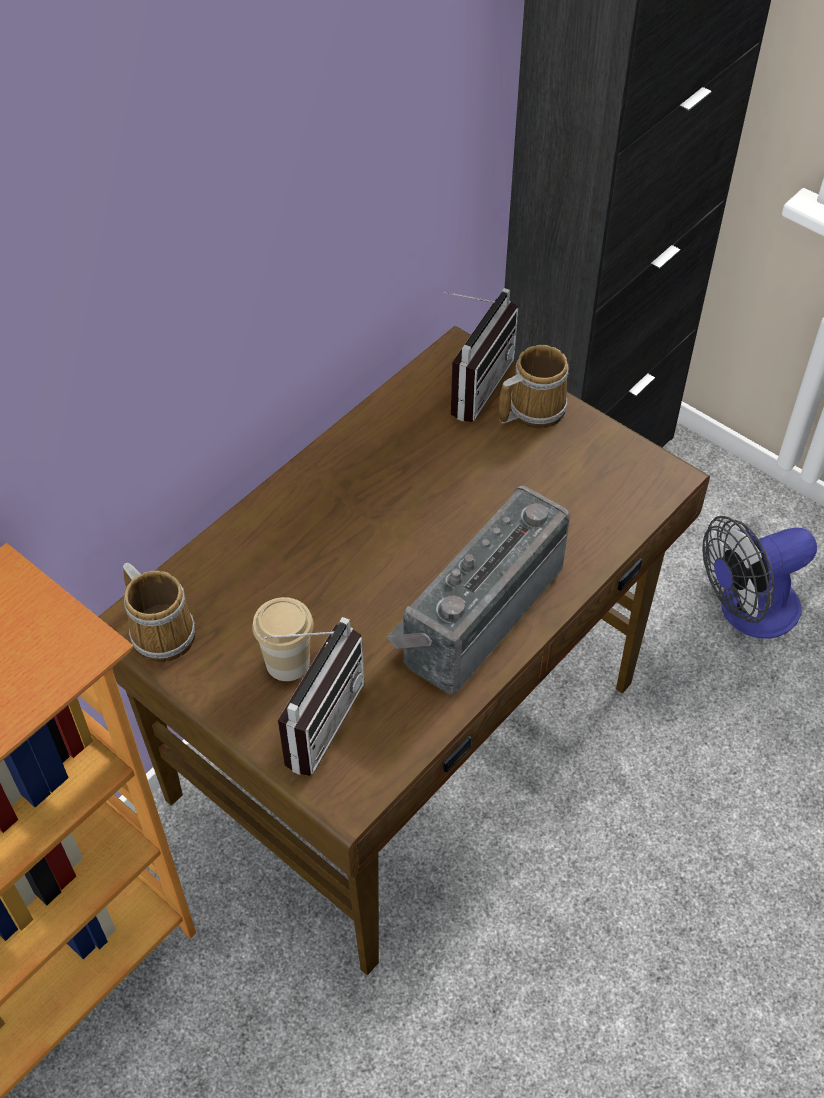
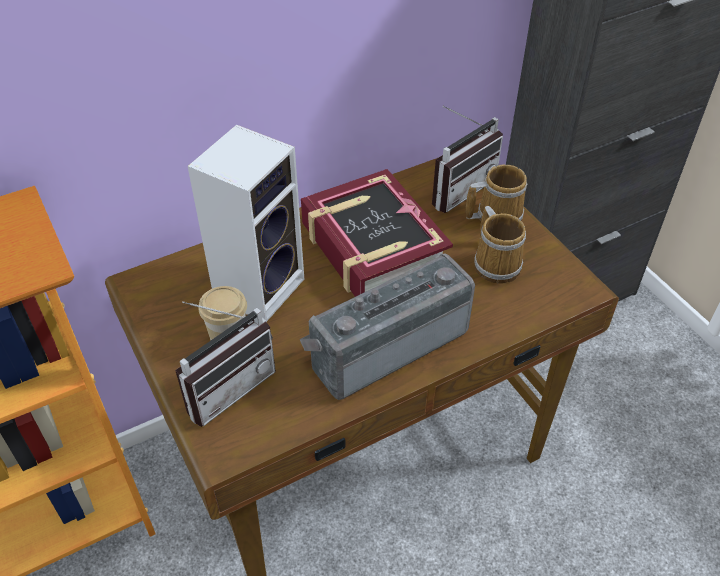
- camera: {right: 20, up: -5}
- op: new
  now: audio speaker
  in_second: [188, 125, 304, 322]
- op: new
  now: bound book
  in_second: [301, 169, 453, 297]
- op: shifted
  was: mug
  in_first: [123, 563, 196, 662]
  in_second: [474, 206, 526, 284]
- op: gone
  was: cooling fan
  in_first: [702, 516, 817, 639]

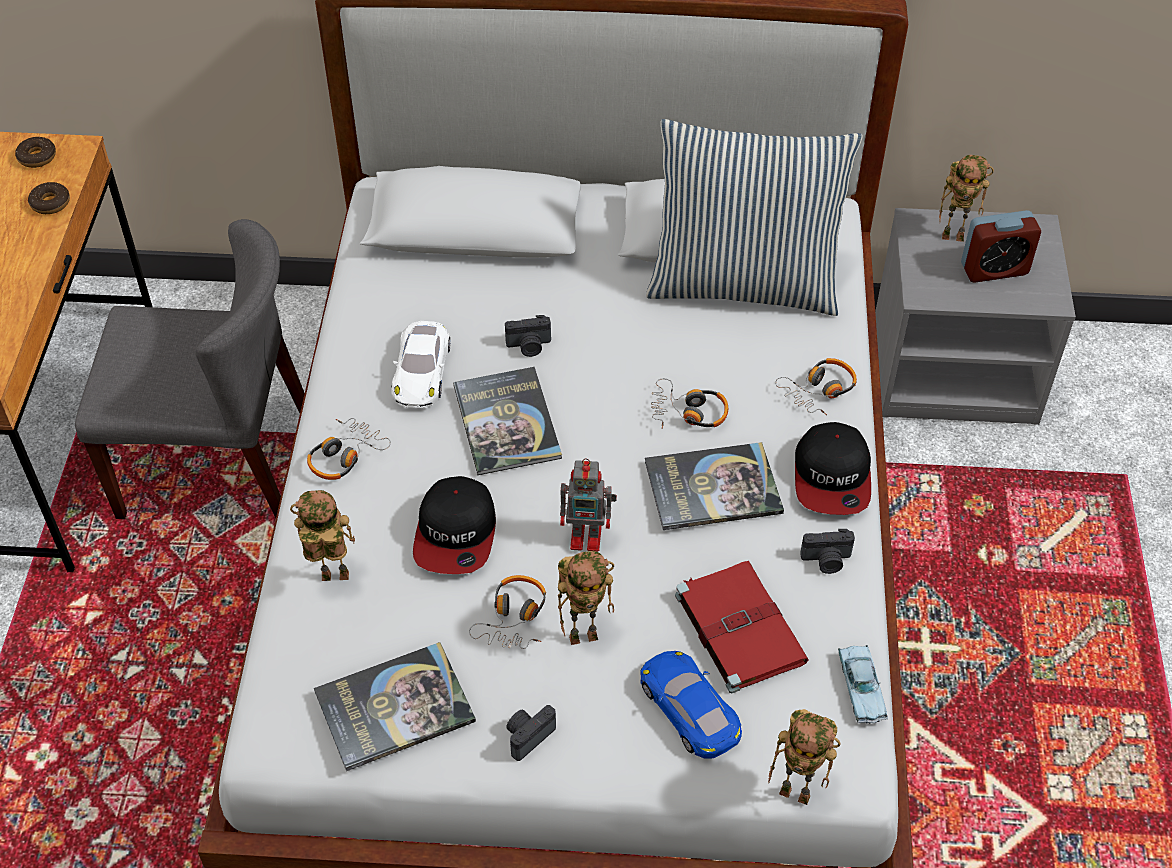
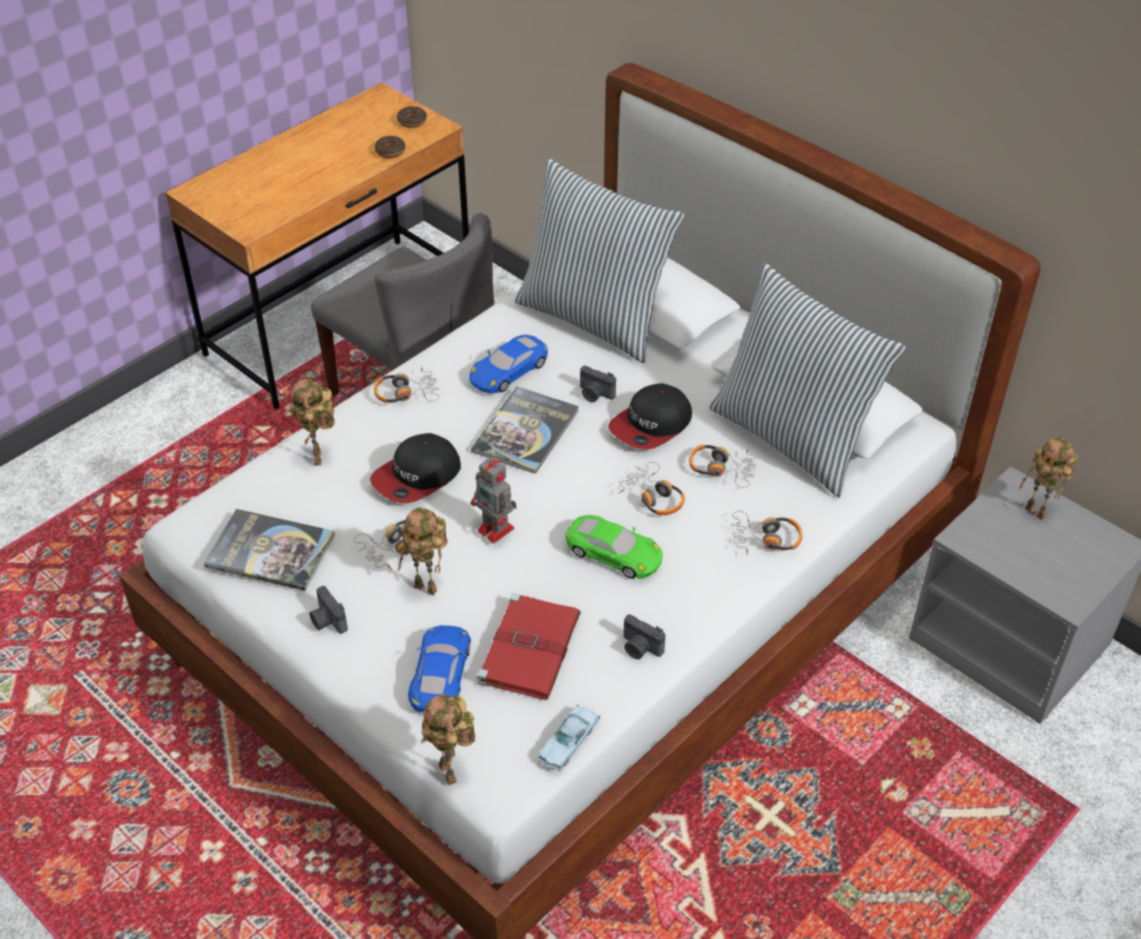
- camera: {right: 40, up: -5}
- op: rotated
  was: model robot
  in_first: [290, 490, 355, 581]
  in_second: [290, 379, 335, 466]
  clockwise: -135
- op: rotated
  was: photo camera
  in_first: [506, 705, 556, 761]
  in_second: [309, 586, 348, 634]
  clockwise: -120
- op: repainted
  was: toy car (white-coloured)
  now: toy car (blue-coloured)
  in_first: [391, 321, 450, 408]
  in_second: [469, 335, 548, 394]
- op: new
  now: throw pillow
  in_second: [515, 158, 684, 363]
- op: swapped
  was: bound book
  now: toy car (greenish)
  in_first: [645, 442, 784, 530]
  in_second: [565, 515, 663, 579]
- op: shifted
  was: peaked cap
  in_first: [795, 422, 871, 515]
  in_second: [608, 383, 692, 450]
- op: new
  now: headphones
  in_second: [689, 444, 756, 488]
- op: gone
  was: bedside clock
  in_first: [961, 210, 1041, 283]

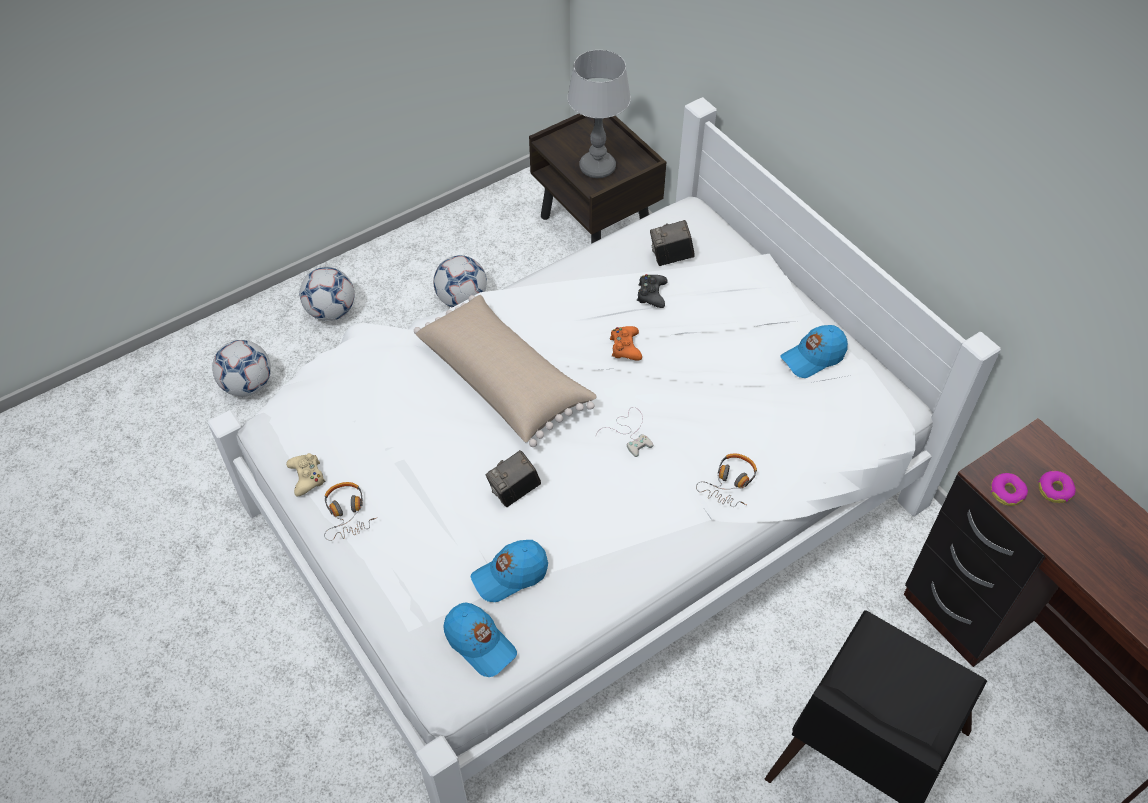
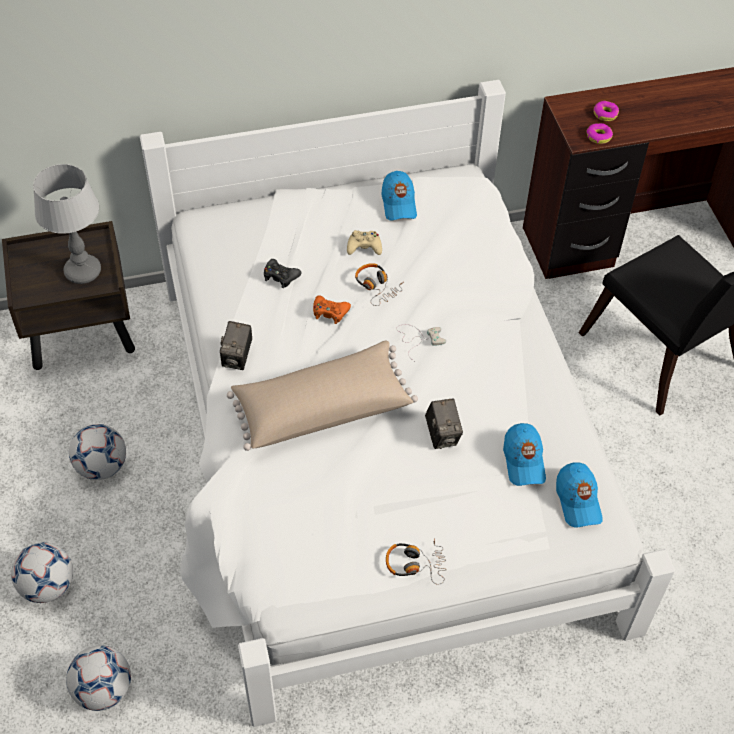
- camera: {right: -70, up: 0}
- op: shifted
  was: photo camera
  in_first: [650, 220, 695, 266]
  in_second: [220, 321, 252, 370]
- op: shifted
  was: gamepad (sand-coloured)
  in_first: [286, 453, 326, 496]
  in_second: [347, 230, 382, 255]
- op: shifted
  was: headphones
  in_first: [696, 453, 757, 507]
  in_second: [355, 263, 404, 306]
- op: rotated
  was: peaked cap (blue-coloured)
  in_first: [444, 602, 517, 677]
  in_second: [556, 463, 603, 528]
  clockwise: 105

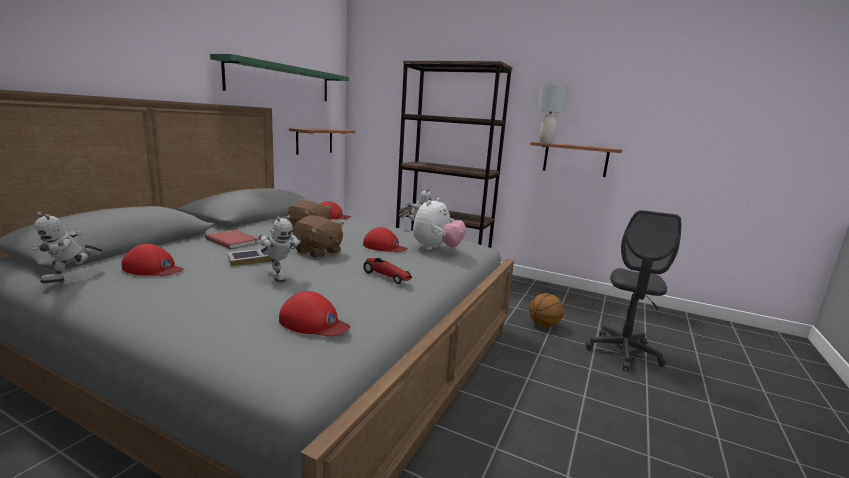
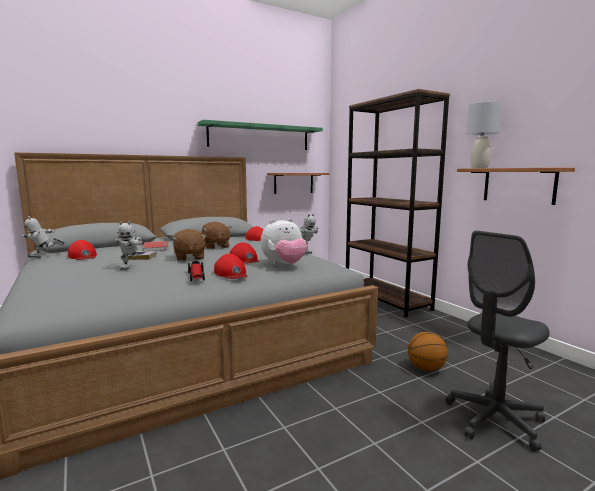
- camera: {right: 35, up: -5}
- op: shifted
  was: peaked cap (reddish)
  in_first: [279, 291, 350, 336]
  in_second: [214, 254, 247, 279]

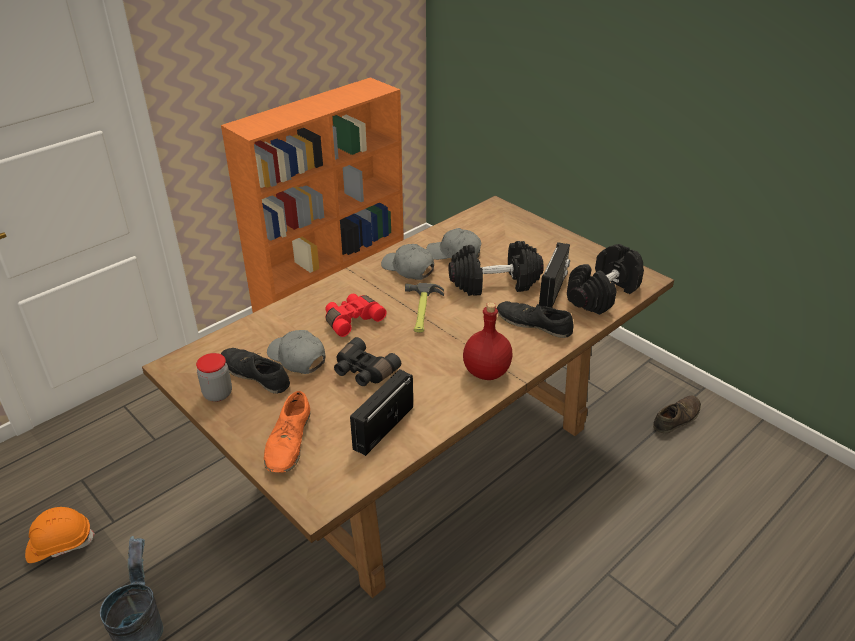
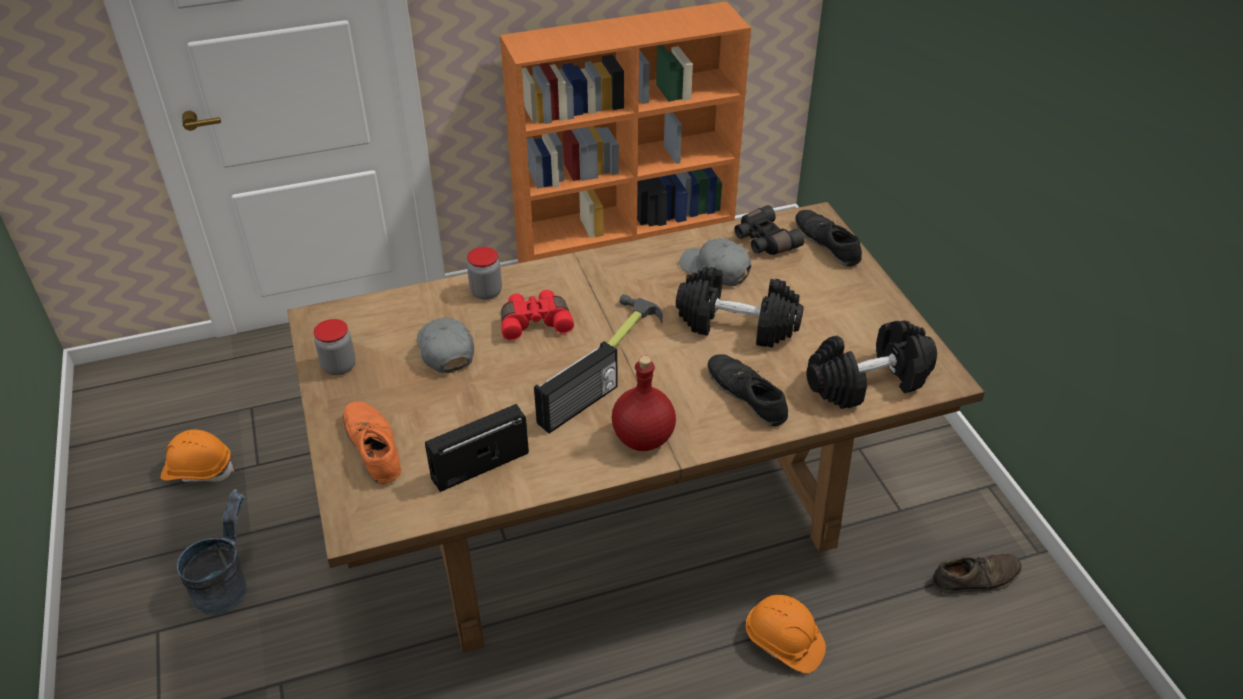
- camera: {right: 25, up: 5}
- op: rotated
  was: low shoe (orange)
  in_first: [264, 391, 310, 472]
  in_second: [343, 402, 401, 484]
  clockwise: 120
- op: new
  now: preserve jar
  in_second: [467, 247, 502, 300]
- op: shifted
  was: radio
  in_first: [539, 242, 570, 308]
  in_second: [534, 341, 618, 434]
- op: shifted
  was: binoculars (black-coloured)
  in_first: [334, 337, 401, 386]
  in_second: [735, 205, 804, 255]
- op: new
  now: hard hat (orange)
  in_second: [746, 595, 826, 673]
- op: shifted
  was: low shoe (black-coloured)
  in_first: [221, 348, 290, 394]
  in_second: [795, 210, 862, 266]
- op: gone
  was: peaked cap (grey)
  in_first: [381, 244, 434, 280]

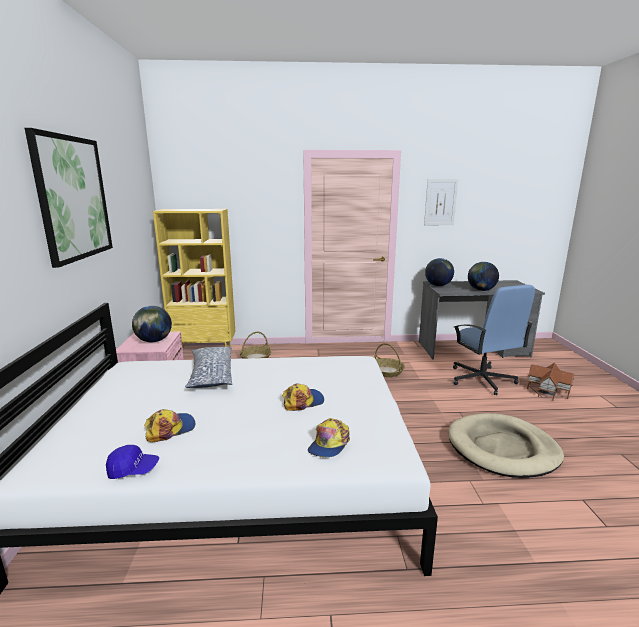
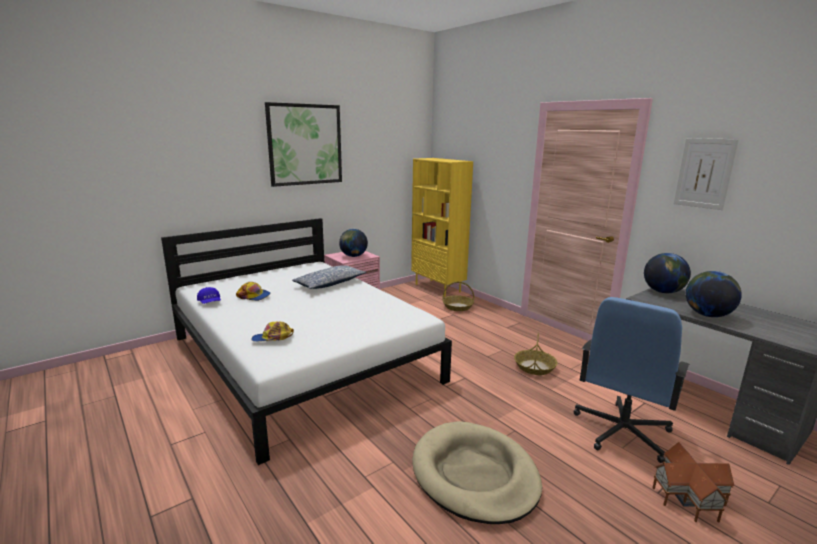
- camera: {right: 55, up: 0}
- op: gone
  was: peaked cap
  in_first: [282, 383, 324, 411]

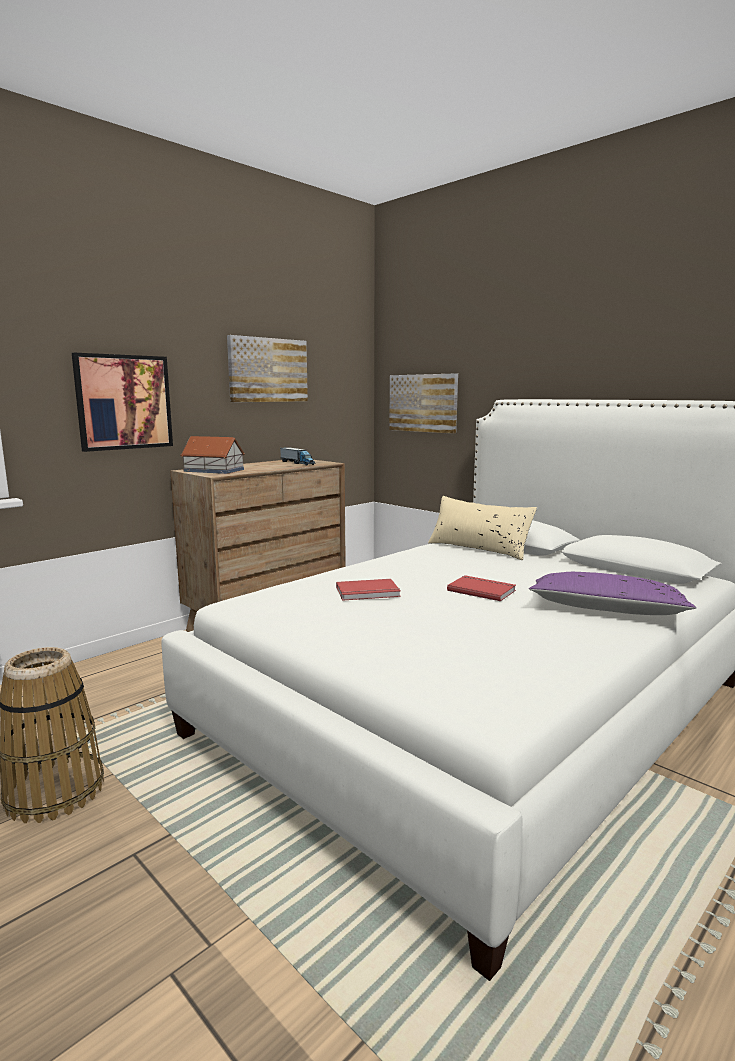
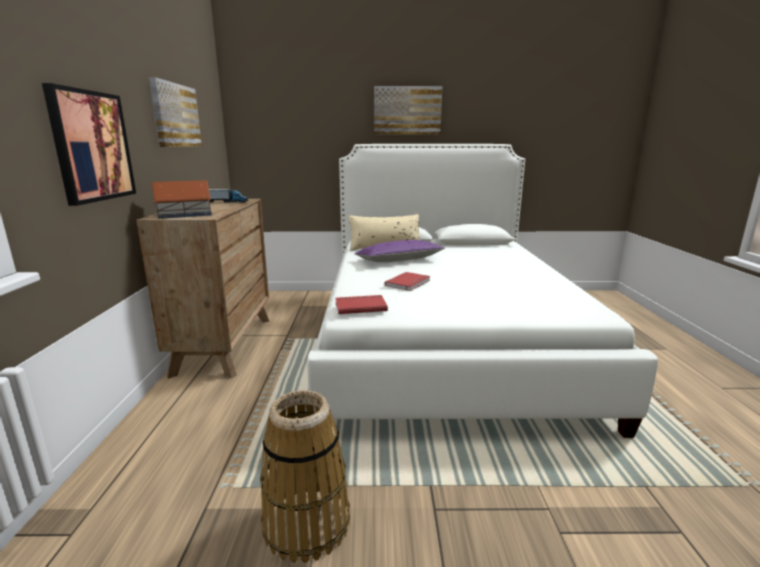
- camera: {right: -45, up: 5}
- op: shifted
  was: bound book (reddish)
  in_first: [447, 575, 516, 601]
  in_second: [336, 295, 388, 314]
- op: shifted
  was: throw pillow (purple-coloured)
  in_first: [529, 572, 697, 615]
  in_second: [355, 240, 445, 262]
- op: shifted
  was: wall picture
  in_first: [389, 373, 458, 434]
  in_second: [374, 86, 442, 135]

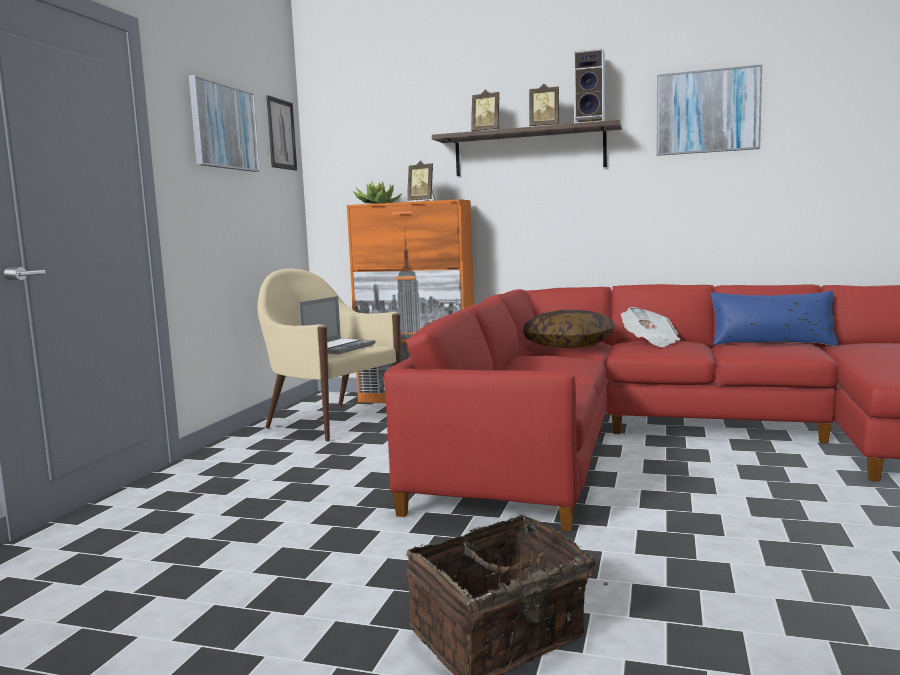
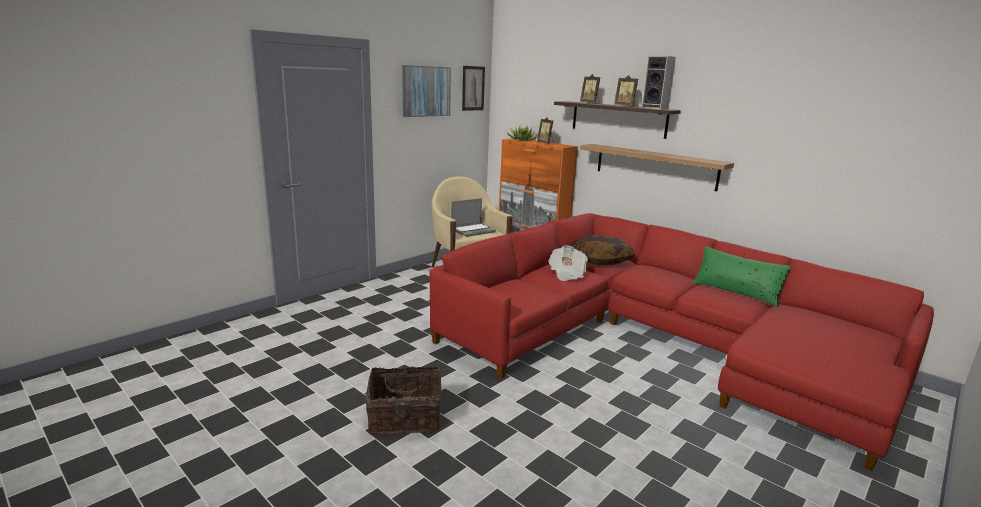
- camera: {right: 25, up: 10}
- op: shifted
  was: daily paper
  in_first: [621, 307, 681, 347]
  in_second: [548, 245, 588, 281]
- op: new
  now: shelf
  in_second: [580, 144, 734, 191]
- op: repainted
  was: throw pillow (blue-coloured)
  now: throw pillow (greenish)
  in_first: [711, 291, 839, 346]
  in_second: [693, 246, 791, 307]
- op: gone
  was: wall picture
  in_first: [657, 65, 762, 156]

